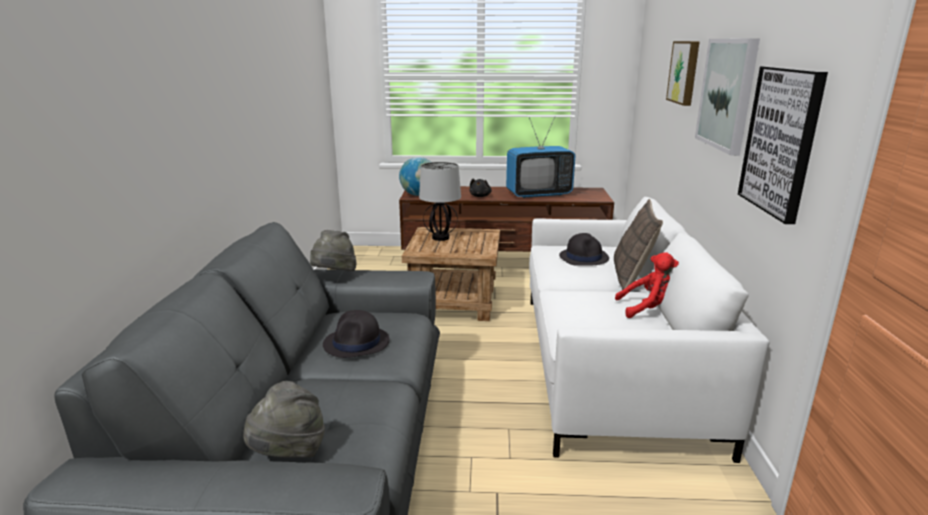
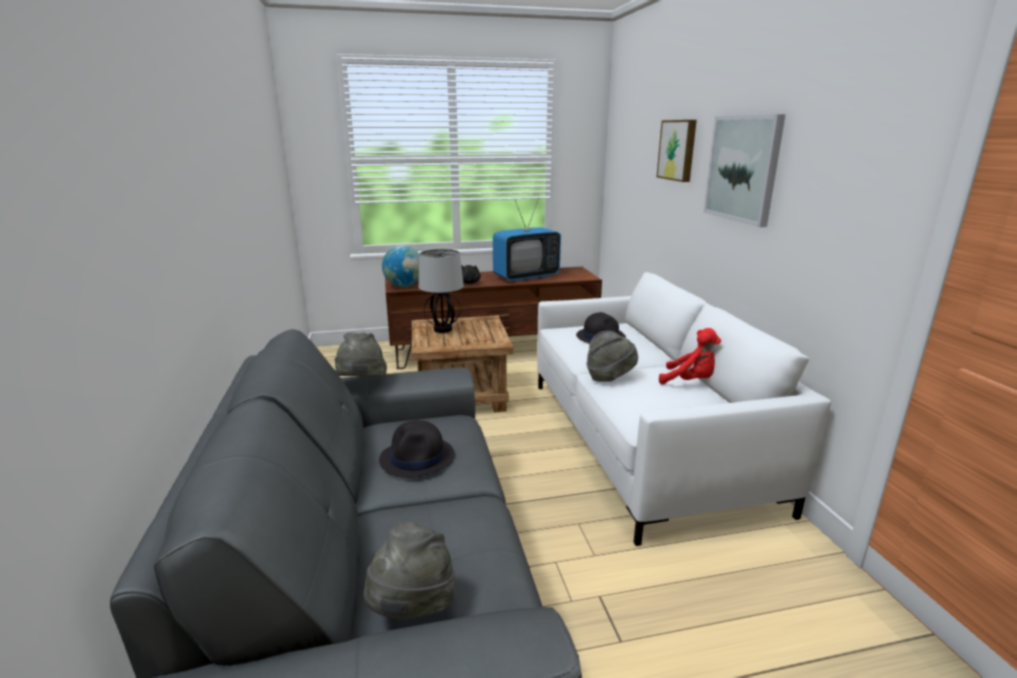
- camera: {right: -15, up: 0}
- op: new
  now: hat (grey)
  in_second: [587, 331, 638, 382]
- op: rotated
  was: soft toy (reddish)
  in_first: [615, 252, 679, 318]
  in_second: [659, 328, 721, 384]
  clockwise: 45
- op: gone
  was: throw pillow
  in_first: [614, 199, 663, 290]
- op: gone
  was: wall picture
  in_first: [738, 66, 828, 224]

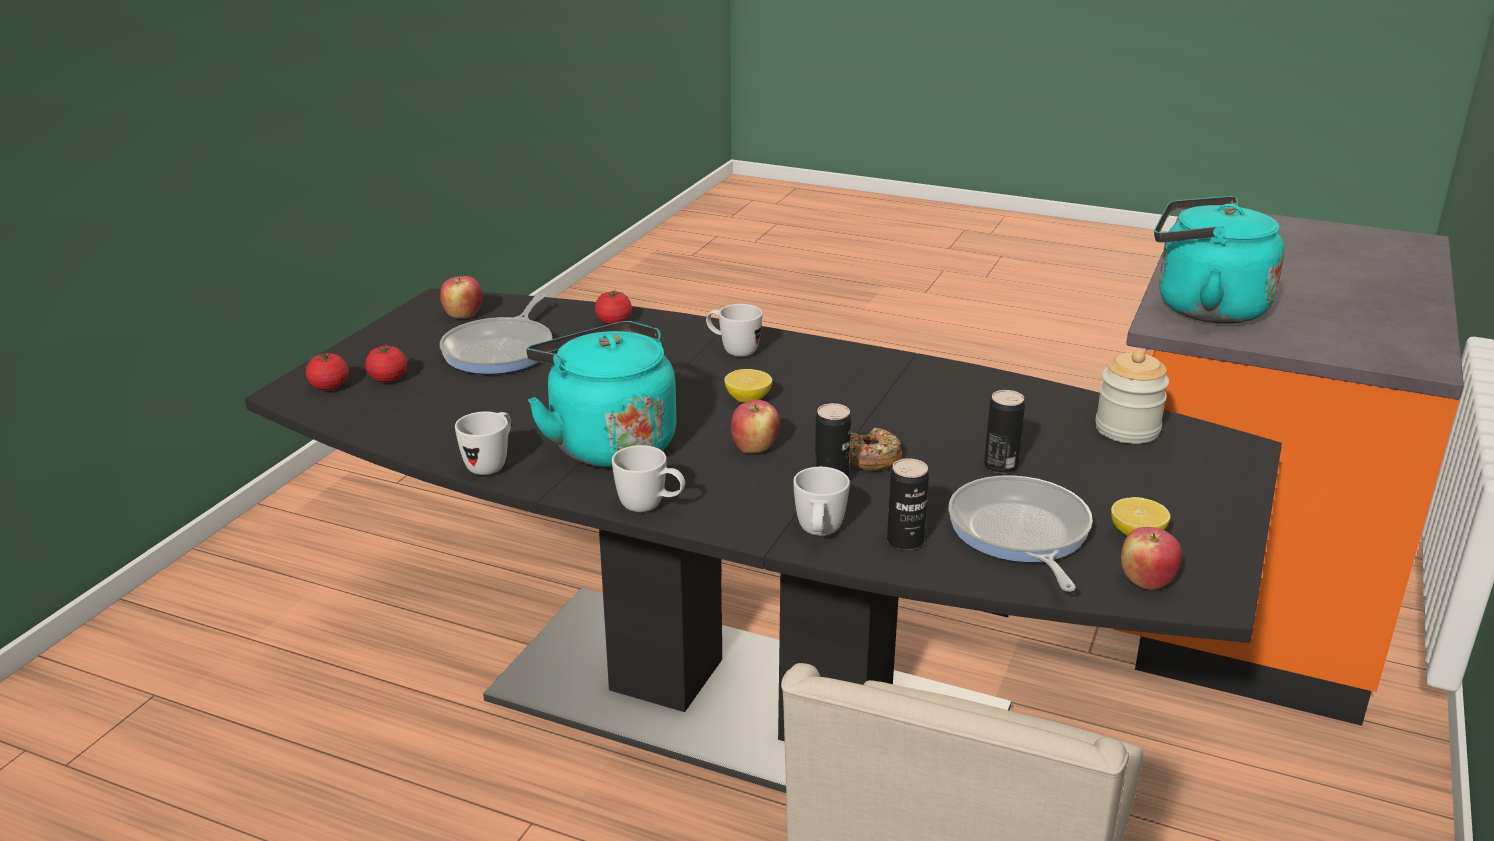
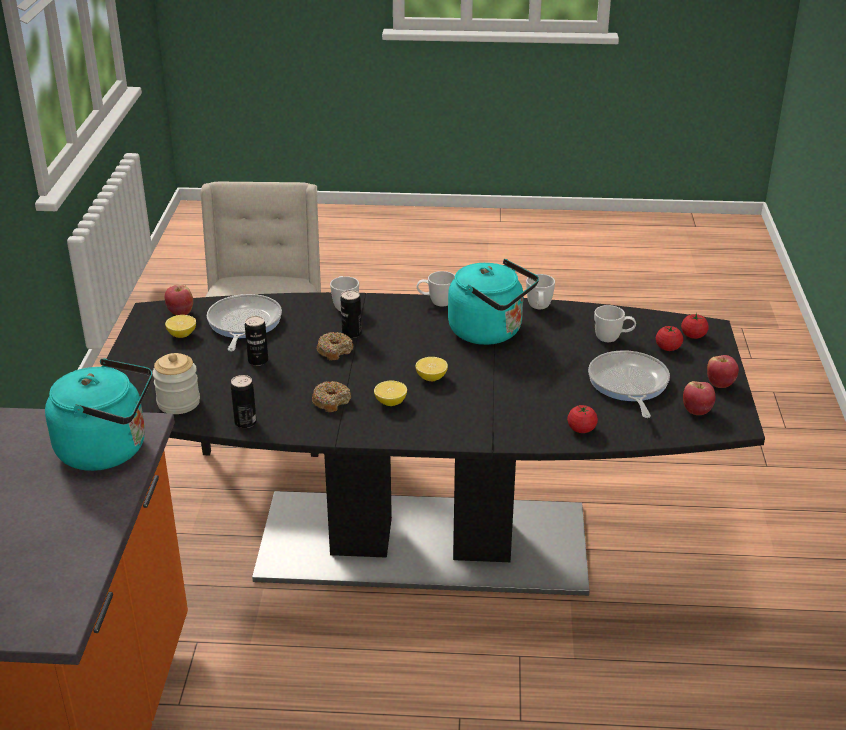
- camera: {right: 160, up: 5}
- op: rotated
  was: pan
  in_first: [949, 475, 1093, 592]
  in_second: [207, 294, 282, 351]
  clockwise: -150
- op: shifted
  was: metal can
  in_first: [887, 458, 929, 550]
  in_second: [231, 375, 257, 428]
- op: new
  now: donut
  in_second: [312, 381, 351, 412]
- op: new
  now: lemon
  in_second: [374, 380, 407, 406]
- op: shifted
  was: mug (white-coloured)
  in_first: [706, 304, 763, 357]
  in_second: [594, 305, 636, 342]
- op: shifted
  was: apple
  in_first: [731, 400, 780, 454]
  in_second: [707, 355, 739, 388]

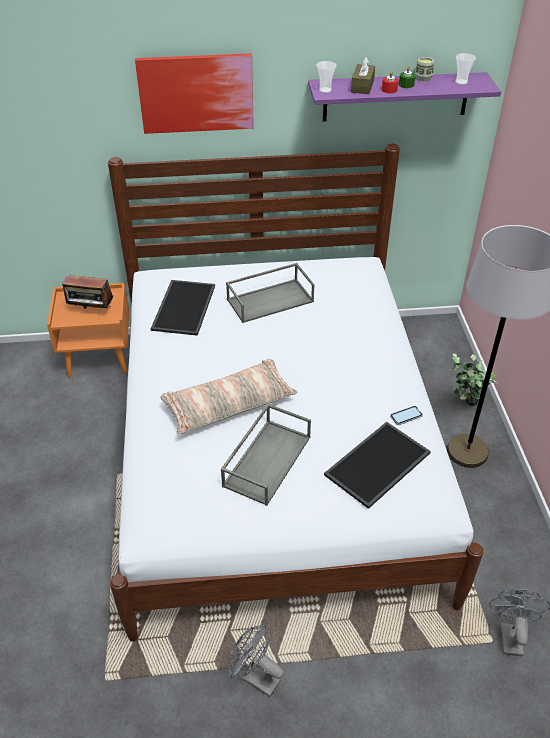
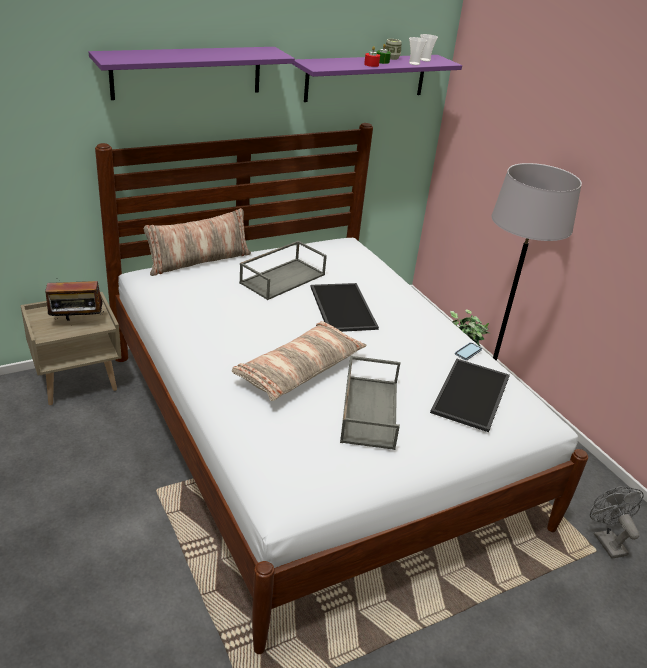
- camera: {right: -25, up: -10}
- op: repainted
  was: nightstand (orange)
  now: nightstand (sand-coloured)
  in_first: [47, 283, 129, 377]
  in_second: [20, 292, 122, 405]
- op: swapped
  was: wall picture
  now: shelf (purple-coloured)
  in_first: [135, 53, 254, 134]
  in_second: [89, 47, 295, 100]
- op: new
  now: throw pillow
  in_second: [143, 208, 251, 276]
- op: shifted
  was: tray
  in_first: [151, 280, 215, 336]
  in_second: [311, 283, 379, 332]
- op: shifted
  was: small cup
  in_first: [316, 61, 337, 93]
  in_second: [409, 37, 427, 65]
- op: gone
  was: cooling fan (grey)
  in_first: [228, 624, 284, 697]
- op: gone
  was: box of tissues (brown)
  in_first: [351, 57, 375, 94]

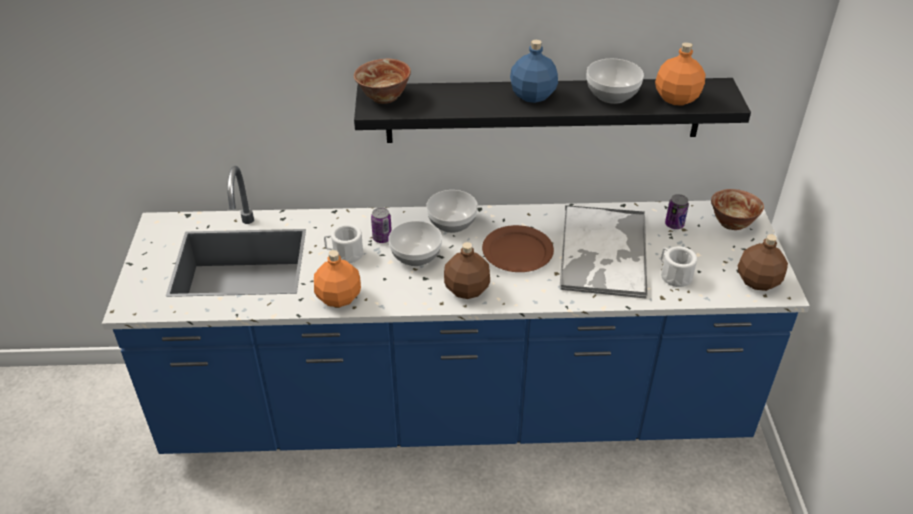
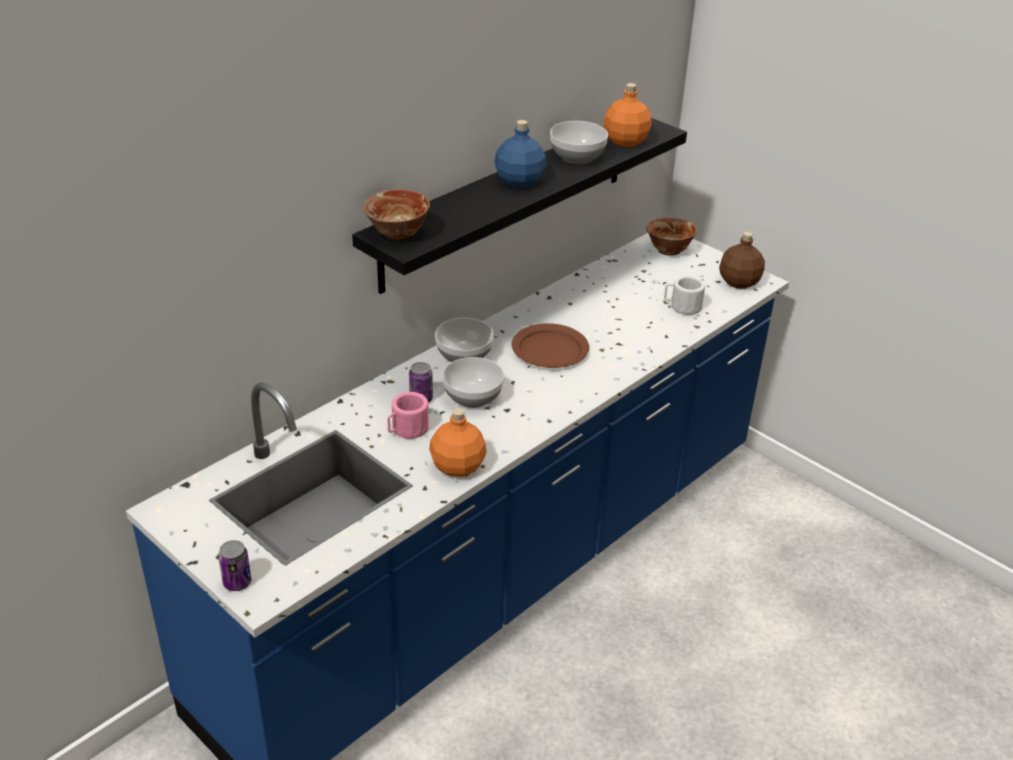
- camera: {right: -45, up: -5}
- op: shifted
  was: metal can
  in_first: [665, 194, 689, 229]
  in_second: [218, 540, 251, 591]
- op: repainted
  was: mug (white-coloured)
  now: mug (pink-coloured)
  in_first: [324, 224, 363, 263]
  in_second: [387, 392, 429, 439]
- op: gone
  was: drink bottle (brown)
  in_first: [444, 242, 490, 299]
- op: gone
  was: tray
  in_first: [559, 205, 647, 299]

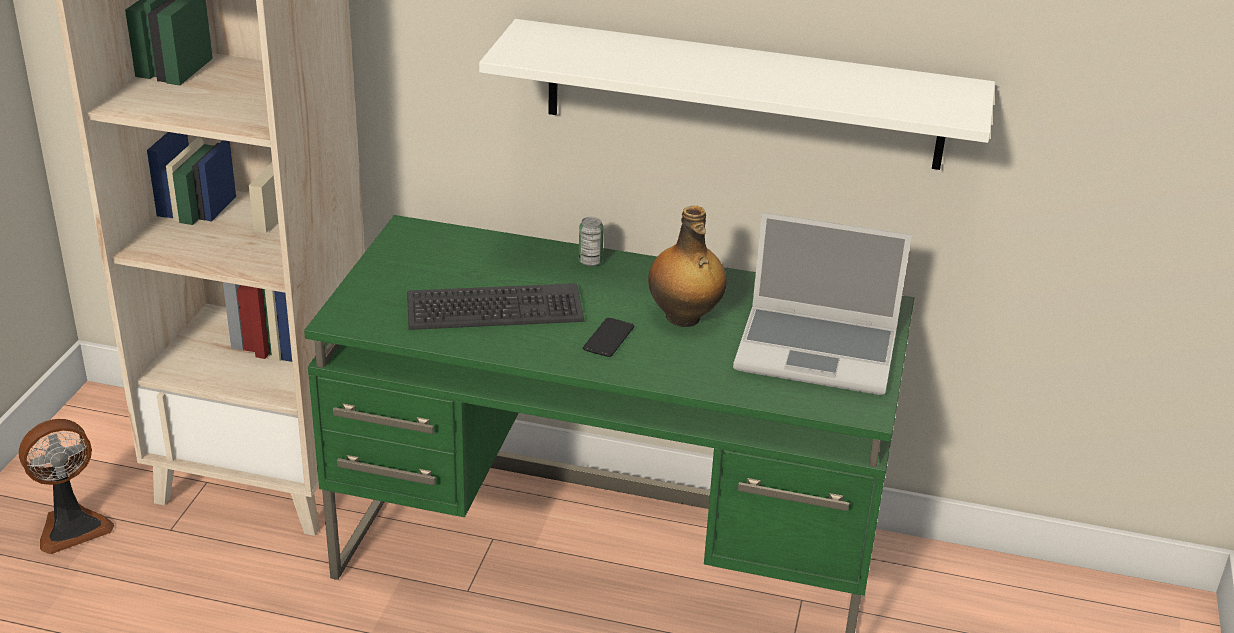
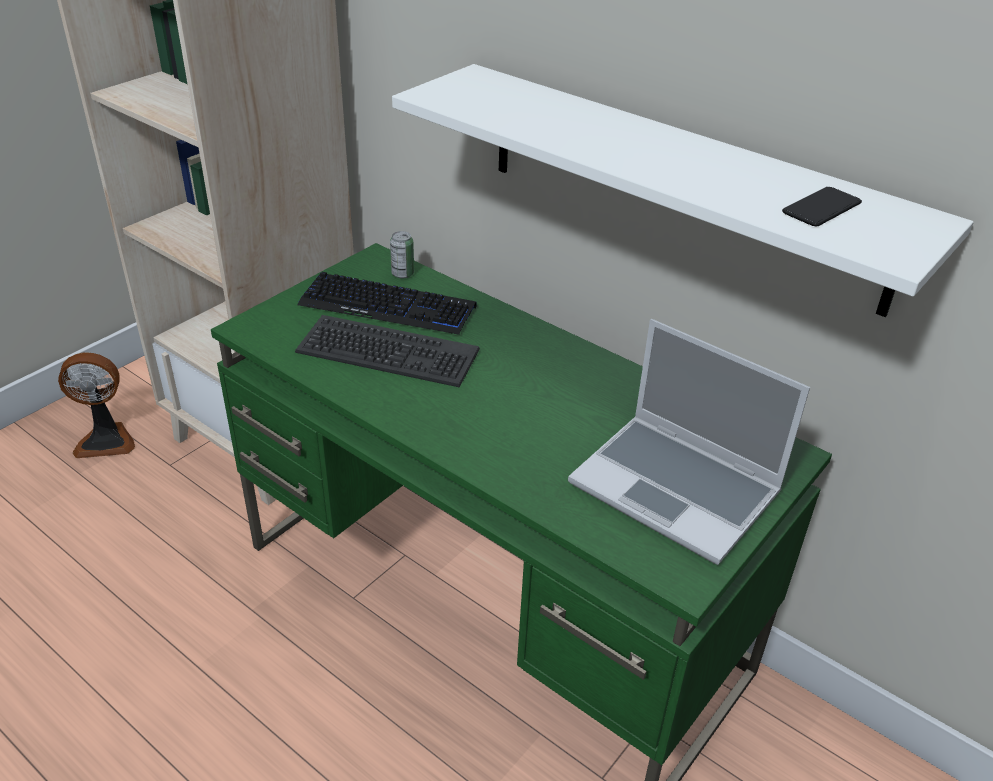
- camera: {right: 25, up: 5}
- op: new
  now: PC keyboard
  in_second: [297, 272, 477, 335]
- op: shifted
  was: metal can
  in_first: [578, 217, 604, 266]
  in_second: [390, 231, 414, 278]
- op: shifted
  was: handset
  in_first: [583, 318, 634, 357]
  in_second: [782, 187, 862, 226]
- op: gone
  was: drink bottle
  in_first: [648, 206, 727, 327]

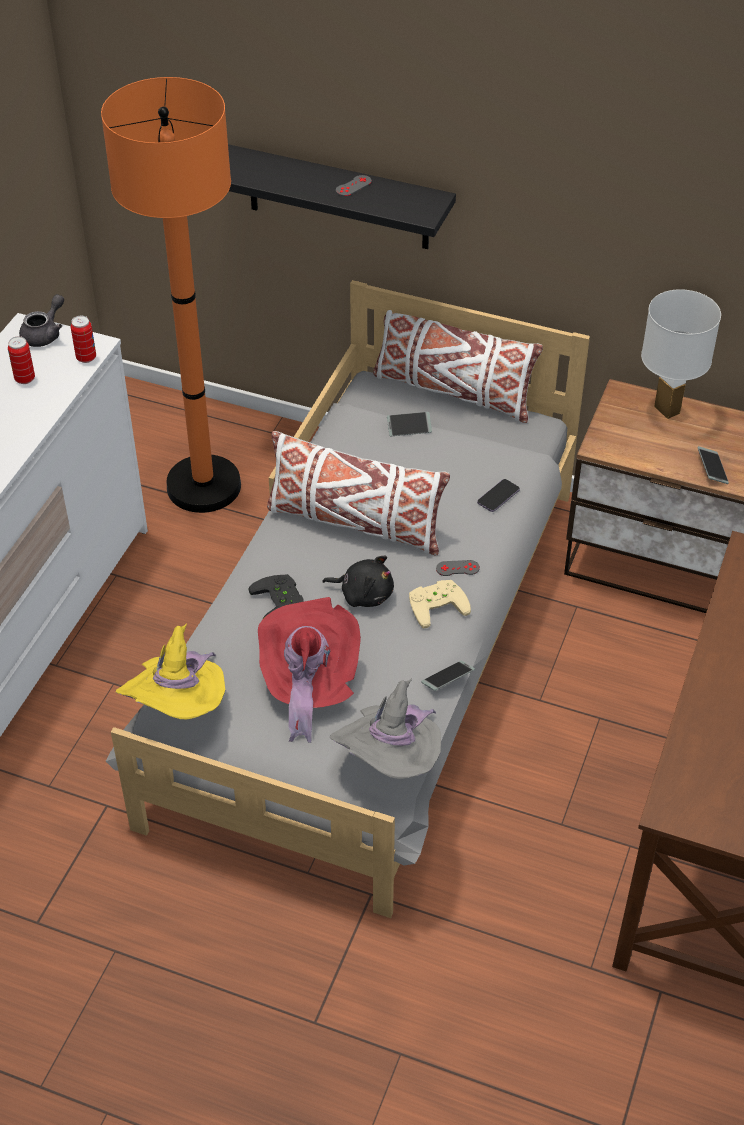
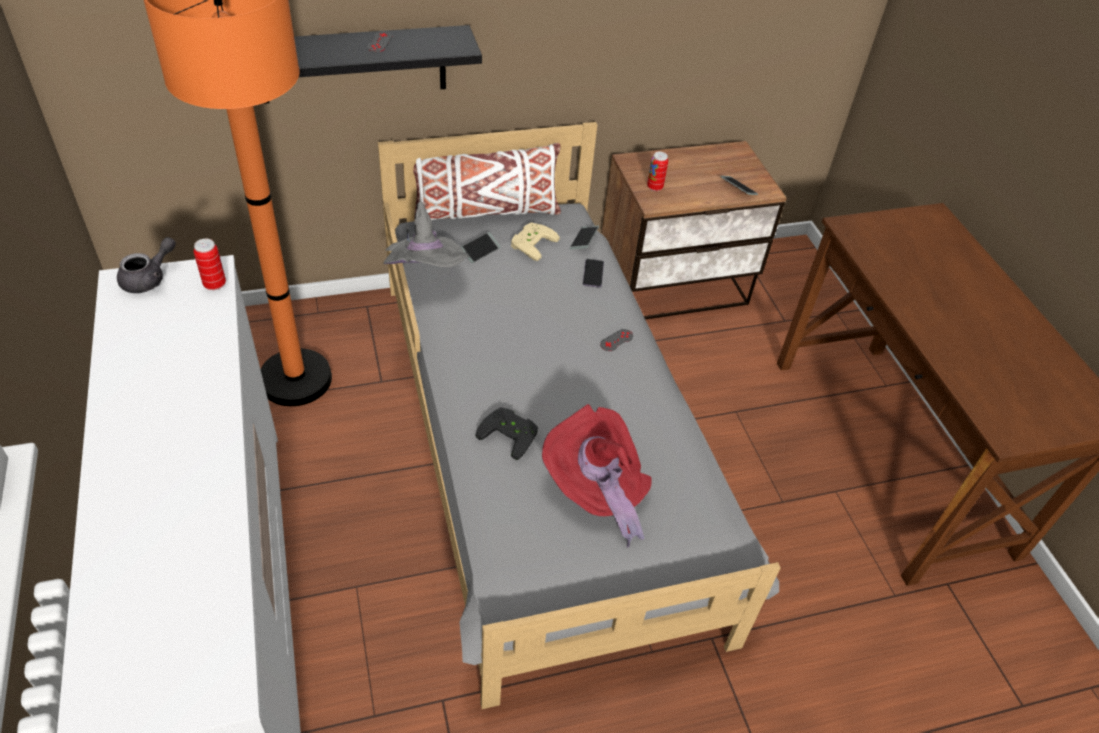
- camera: {right: -40, up: 0}
- op: rotated
  was: tea pot (grey)
  in_first: [19, 294, 64, 347]
  in_second: [117, 237, 176, 293]
  clockwise: 45
- op: shifted
  was: hat (grey)
  in_first: [330, 678, 441, 779]
  in_second: [383, 201, 468, 267]
- op: shifted
  was: gamepad (sand-coloured)
  in_first: [409, 580, 471, 629]
  in_second: [511, 222, 560, 261]
- op: shifted
  was: handset
  in_first: [421, 661, 475, 691]
  in_second: [570, 225, 599, 249]
- op: shifted
  was: metal can
  in_first: [8, 336, 35, 384]
  in_second: [647, 152, 668, 191]
- op: gone
  was: hat (yellowish)
  in_first: [116, 623, 225, 719]
- op: gone
  was: throw pillow (white-coloured)
  in_first: [267, 431, 450, 555]
- op: gone
  was: soft toy (black-coloured)
  in_first: [322, 556, 394, 607]
- op: gone
  was: lamp for a table (white-coloured)
  in_first: [641, 289, 721, 419]

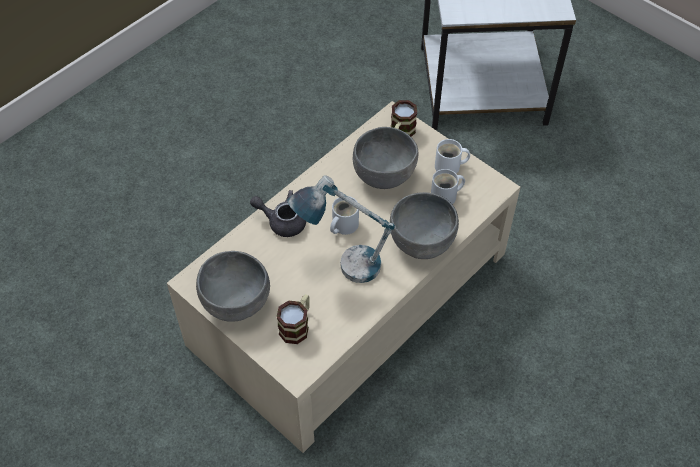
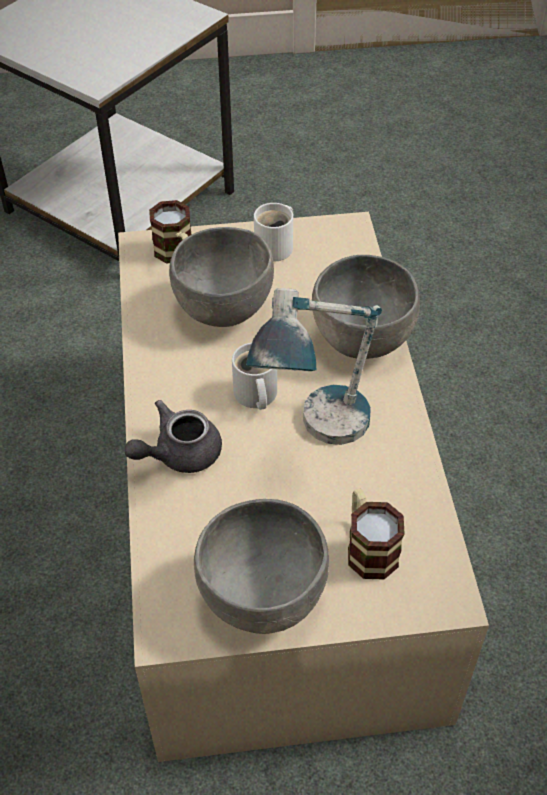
- camera: {right: -50, up: -5}
- op: gone
  was: mug (white-coloured)
  in_first: [431, 169, 465, 204]

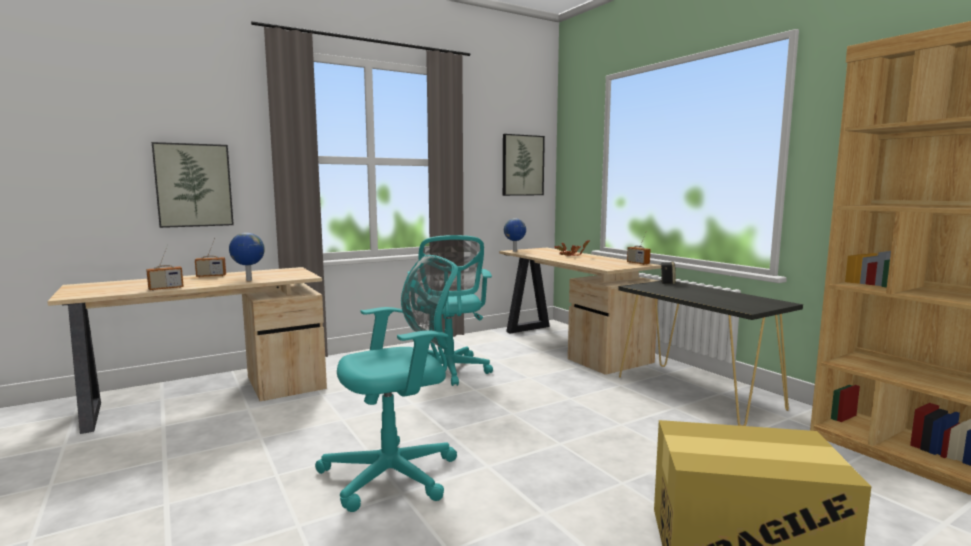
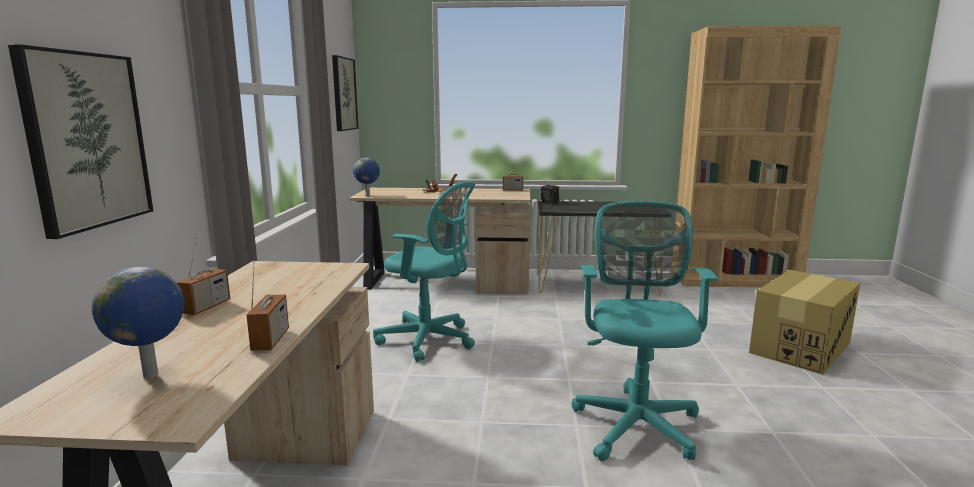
- camera: {right: -55, up: 5}
- op: shifted
  was: world globe
  in_first: [229, 233, 265, 281]
  in_second: [92, 267, 184, 378]

